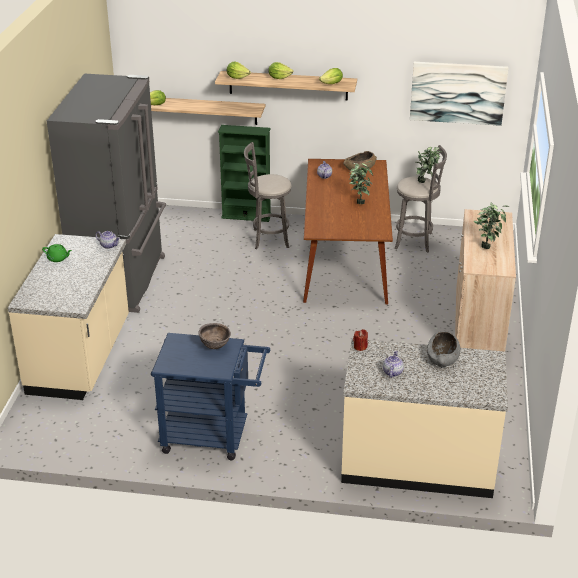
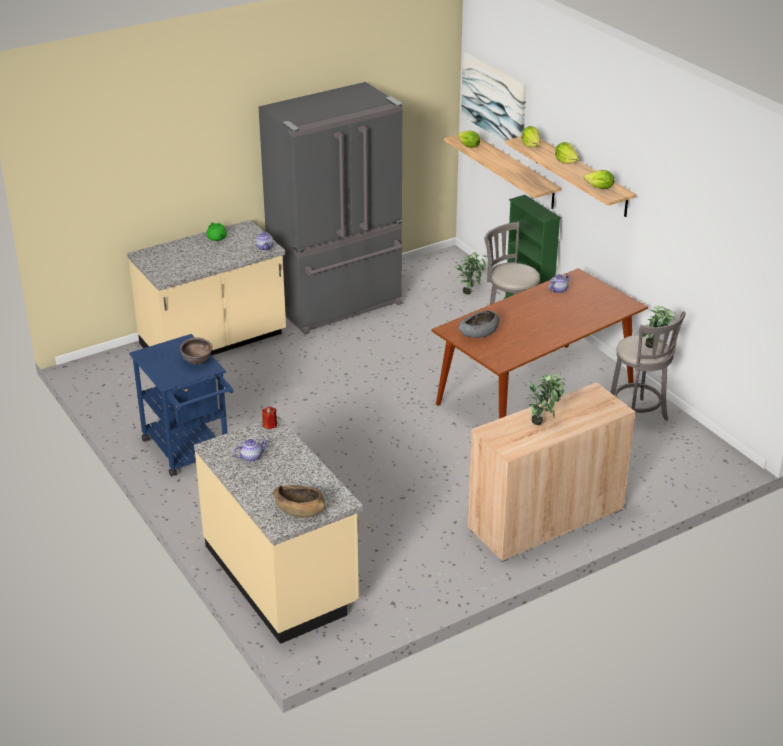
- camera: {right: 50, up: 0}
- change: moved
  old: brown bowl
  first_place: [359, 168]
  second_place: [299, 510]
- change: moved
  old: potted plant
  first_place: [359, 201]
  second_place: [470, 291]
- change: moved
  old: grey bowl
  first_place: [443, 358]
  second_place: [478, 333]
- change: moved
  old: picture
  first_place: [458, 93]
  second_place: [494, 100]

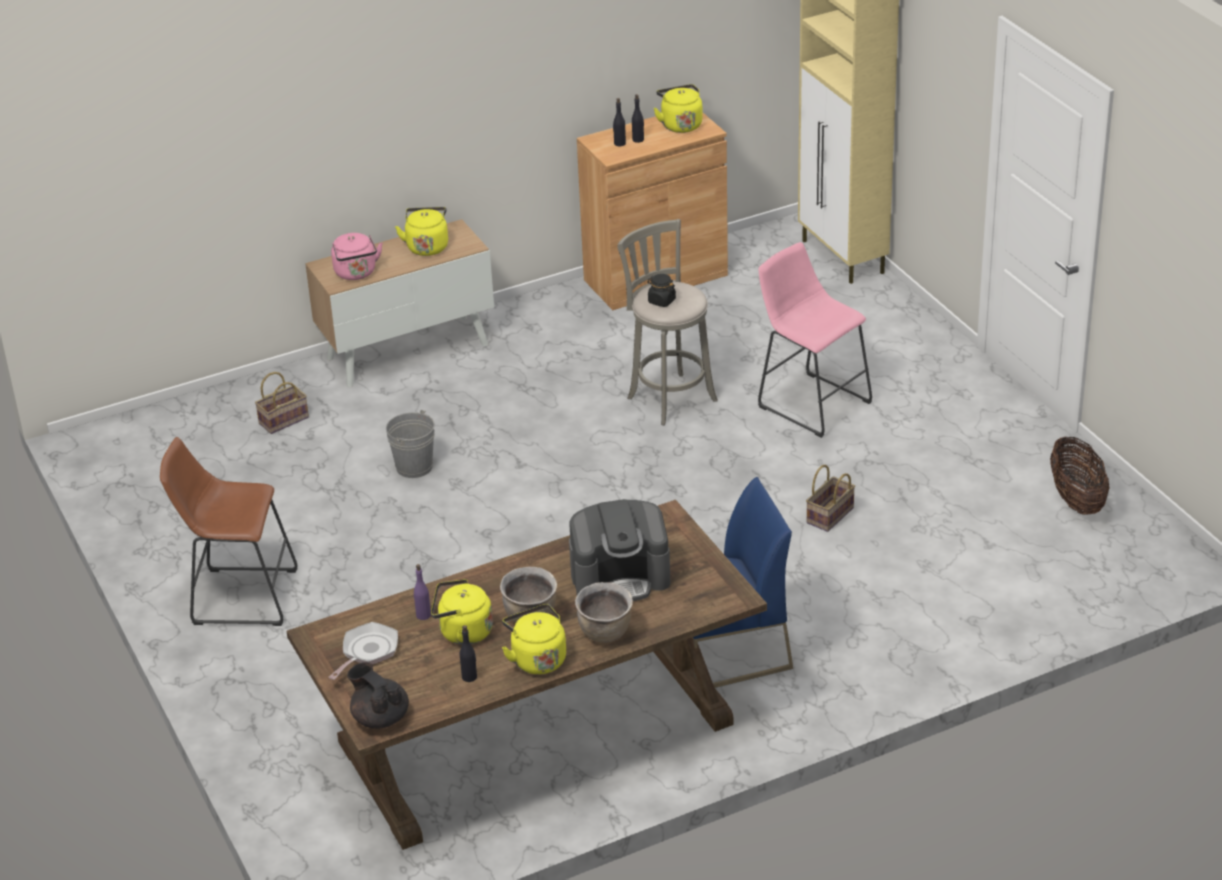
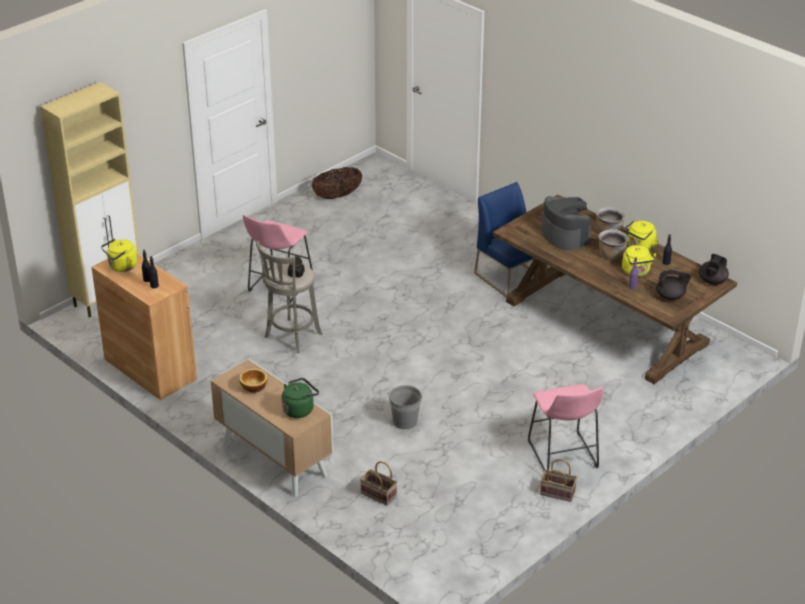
- camera: {right: -110, up: 0}
- change: replaced
  old: yellow kettle
  new: bowl
  first_place: [427, 246]
  second_place: [253, 386]
- change: recoloured
  old: pink kettle
  new: green kettle
  first_place: [356, 273]
  second_place: [299, 409]
- change: recoloured
  old: brown stool
  new: pink stool
  first_place: [238, 596]
  second_place: [563, 457]
- change: moved
  old: basket
  first_place: [830, 516]
  second_place: [558, 492]
- change: replaced
  old: frying pan
  new: black teapot
  first_place: [367, 652]
  second_place: [671, 296]

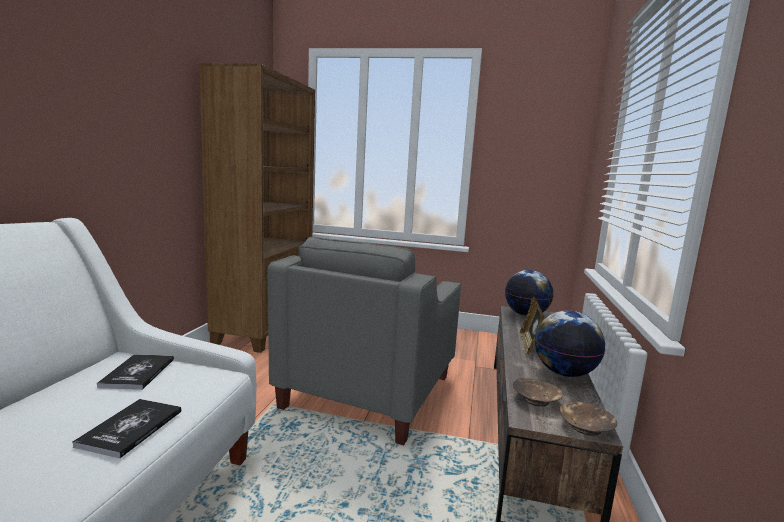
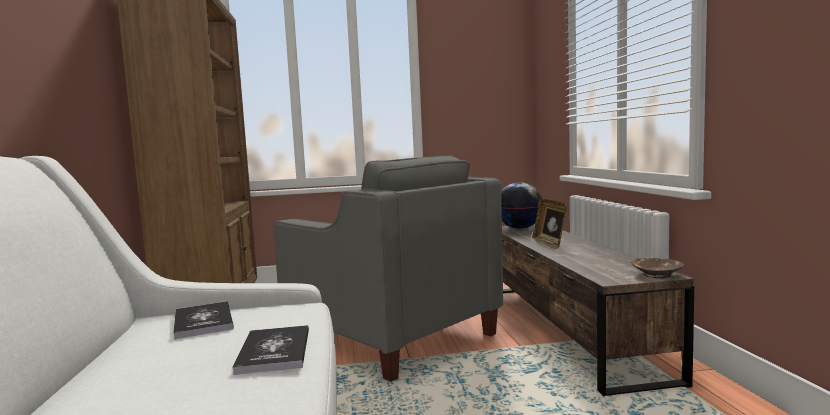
- camera: {right: -20, up: -5}
- change: turned
  old: grey armchair
  first_place: [369, 391]
  second_place: [391, 336]
  degrees: -45
- change: removed
  old: brown bowl
  first_place: [536, 400]
- change: removed
  old: globe
  first_place: [564, 373]

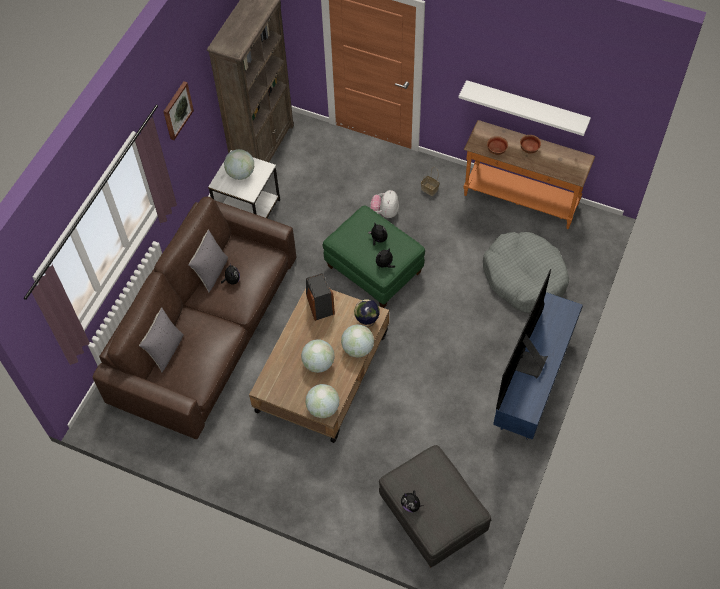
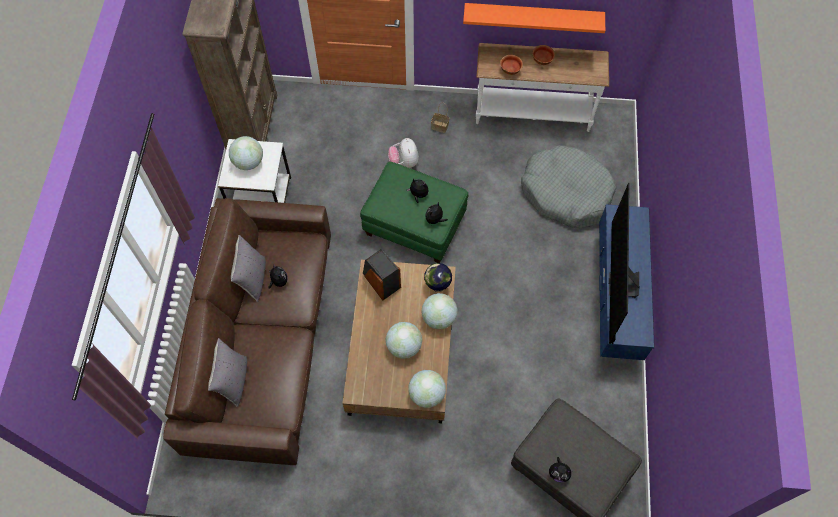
- camera: {right: -20, up: 5}
- change: recoloured
  old: white shelf
  new: orange shelf
  first_place: [526, 106]
  second_place: [533, 16]
- change: recoloured
  old: orange console table
  new: white console table
  first_place: [520, 201]
  second_place: [532, 115]
- change: removed
  old: picture
  first_place: [177, 110]

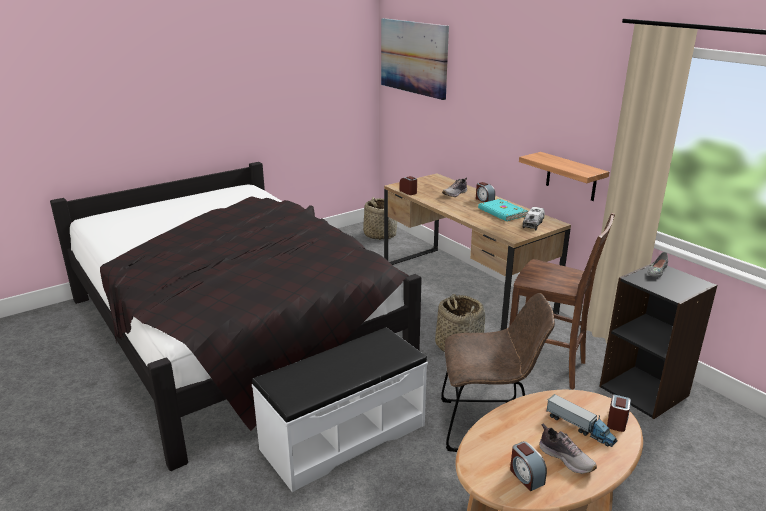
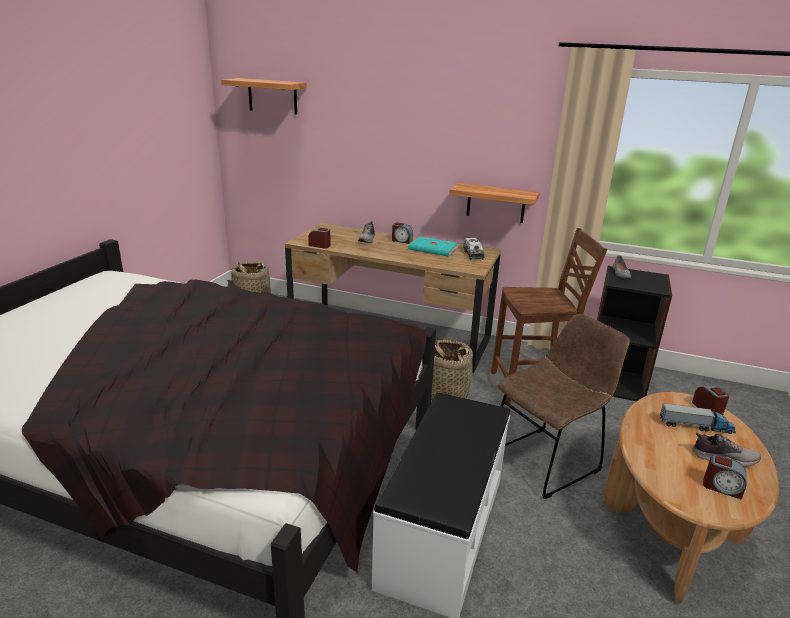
- camera: {right: -35, up: 0}
- change: replaced
  old: picture
  new: shelf
  first_place: [414, 57]
  second_place: [272, 96]

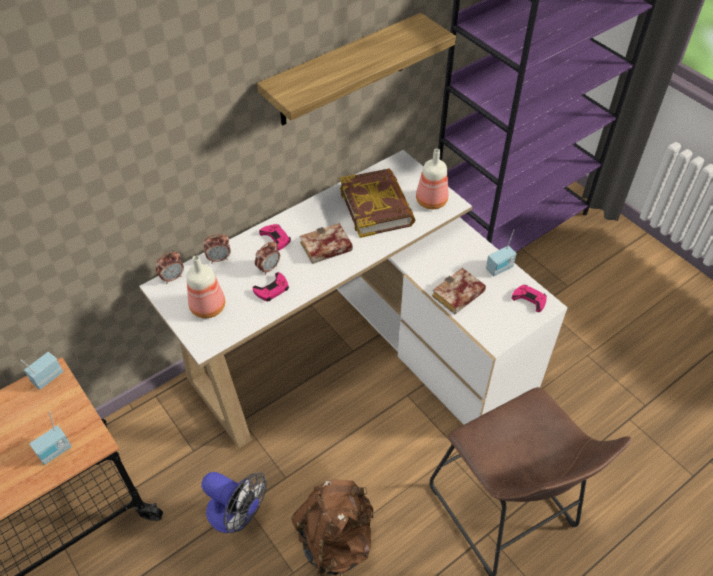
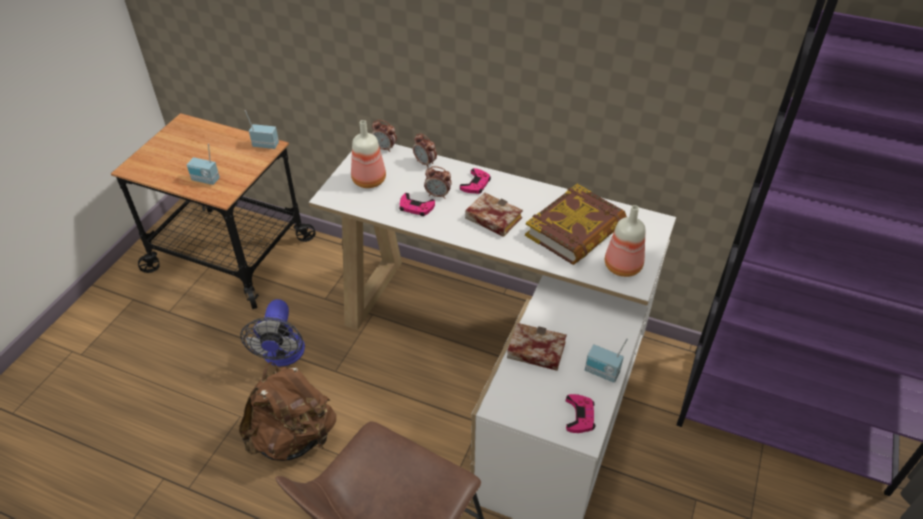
- camera: {right: 60, up: -5}
- change: removed
  old: shelf
  first_place: [343, 71]

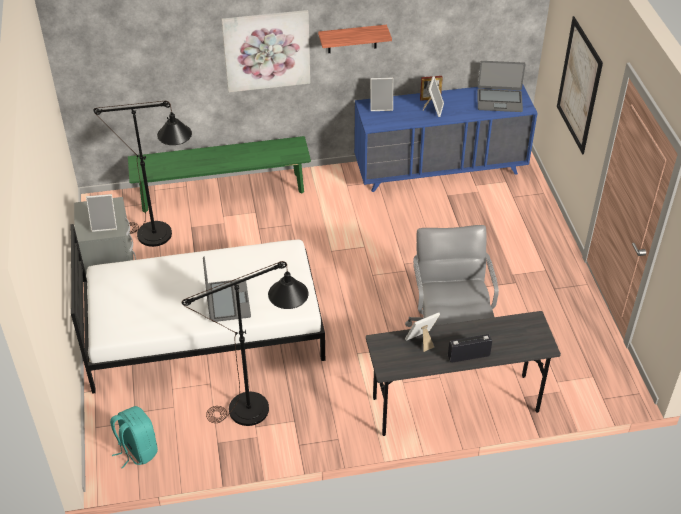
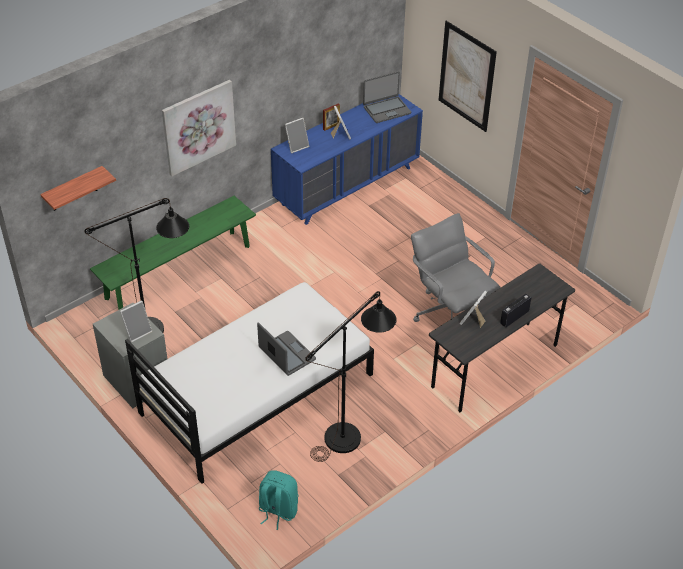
- camera: {right: -30, up: 0}
- change: moved
  old: shelf
  first_place: [352, 39]
  second_place: [73, 189]

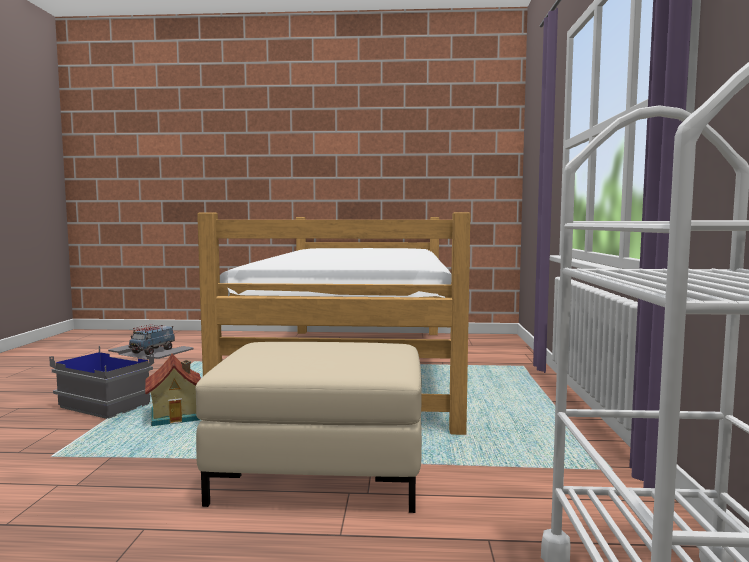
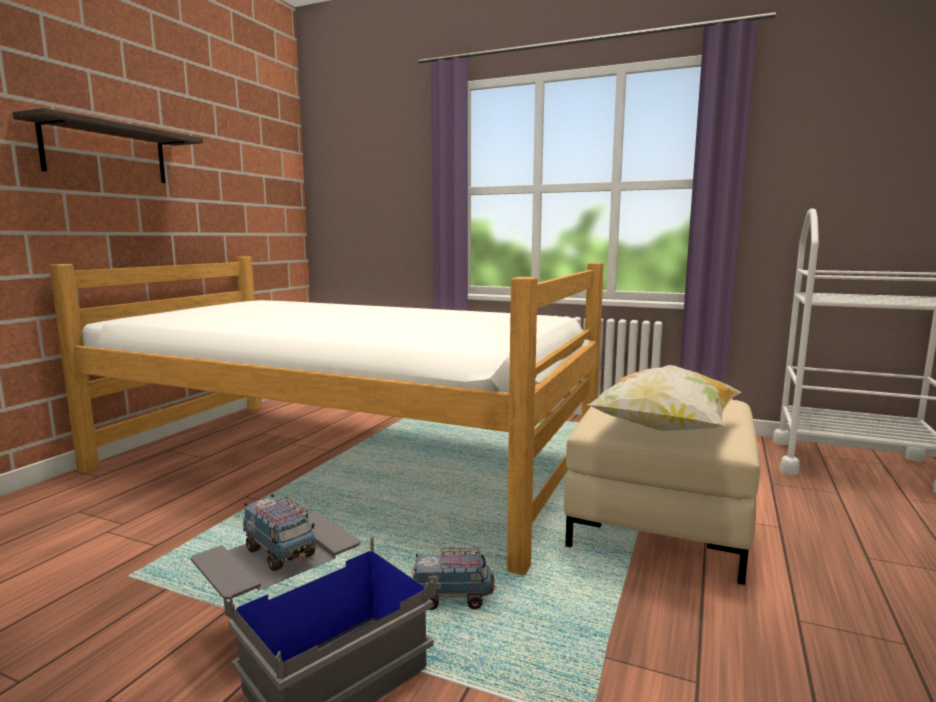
- camera: {right: -70, up: 5}
- change: added
  new: shelf
  second_place: [106, 153]
- change: replaced
  old: toy house
  new: toy truck
  first_place: [176, 416]
  second_place: [452, 598]
- change: added
  new: pillow
  second_place: [664, 429]

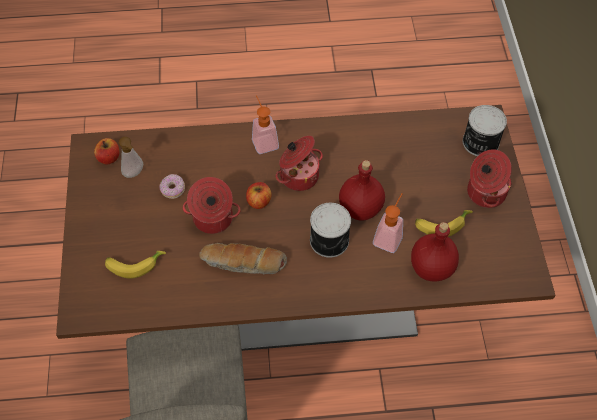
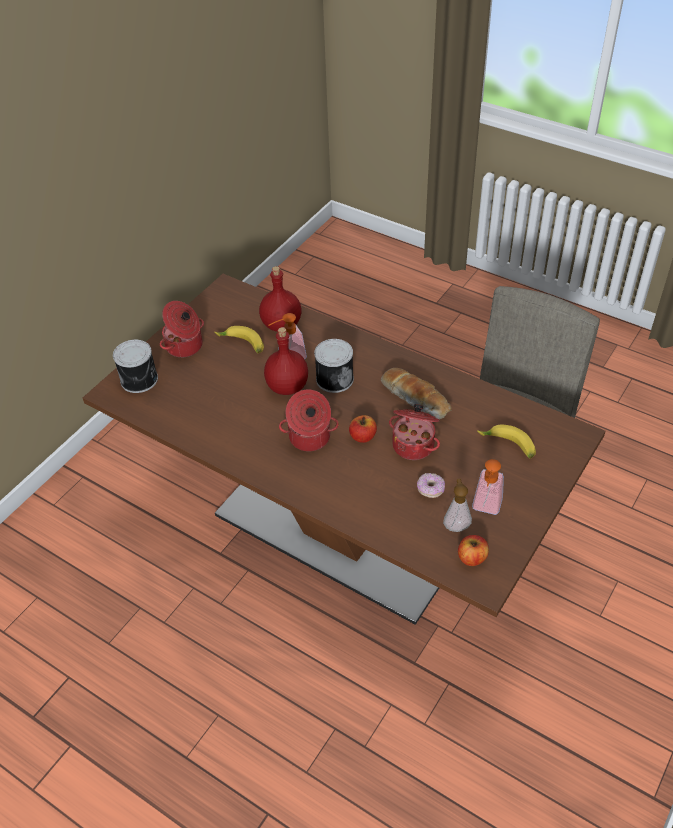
- camera: {right: -140, up: -10}
- change: moved
  old: soap dispenser
  first_place: [263, 140]
  second_place: [486, 508]

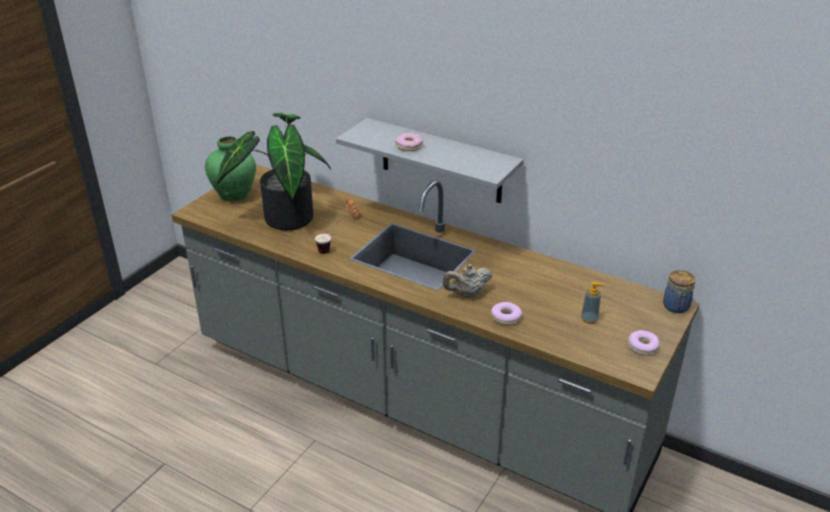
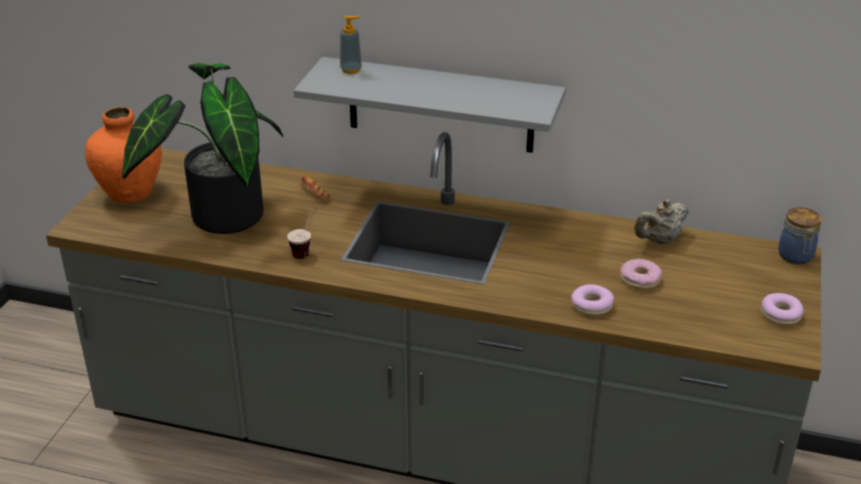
- camera: {right: -15, up: 0}
- change: recoloured
  old: green vase
  new: orange vase
  first_place: [234, 195]
  second_place: [131, 194]
- change: moved
  old: soap dispenser
  first_place: [589, 319]
  second_place: [351, 70]
- change: moved
  old: donut
  first_place: [408, 146]
  second_place: [640, 279]
- change: moved
  old: beige teapot
  first_place: [467, 294]
  second_place: [659, 240]

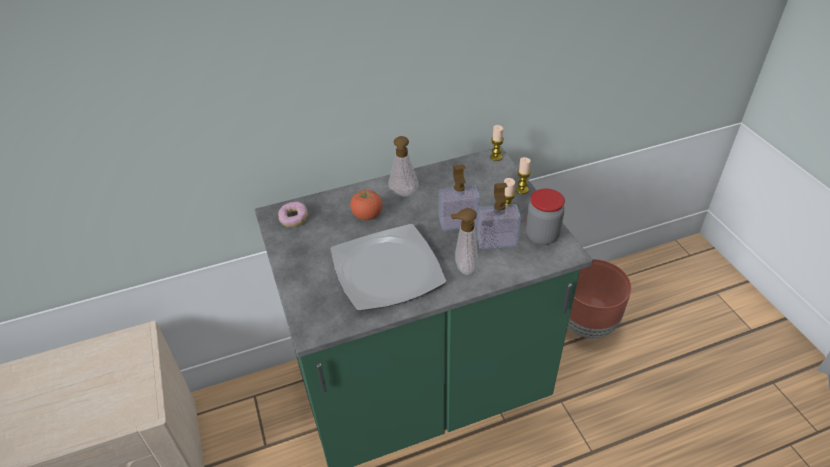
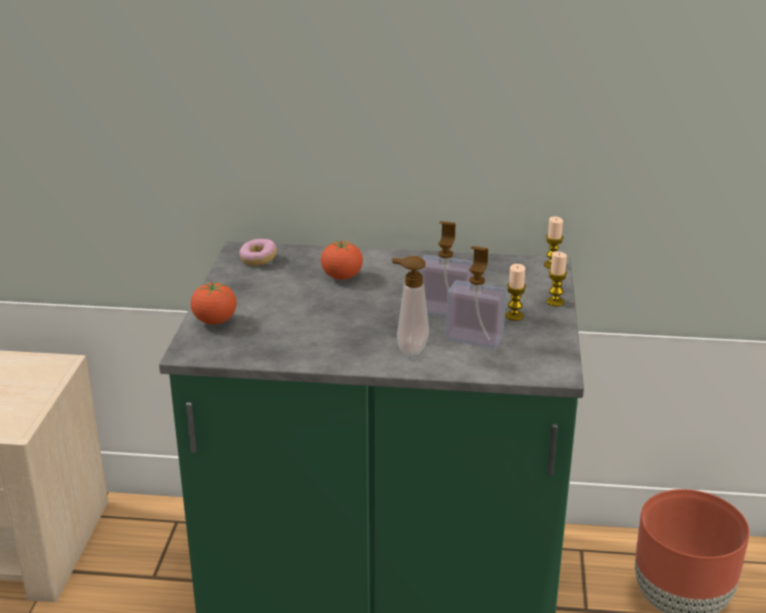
- camera: {right: 25, up: -15}
- change: added
  new: tomato
  second_place: [215, 321]
- change: removed
  old: plate
  first_place: [386, 271]
- change: removed
  old: soap dispenser
  first_place: [403, 195]
- change: removed
  old: jar
  first_place: [542, 236]

